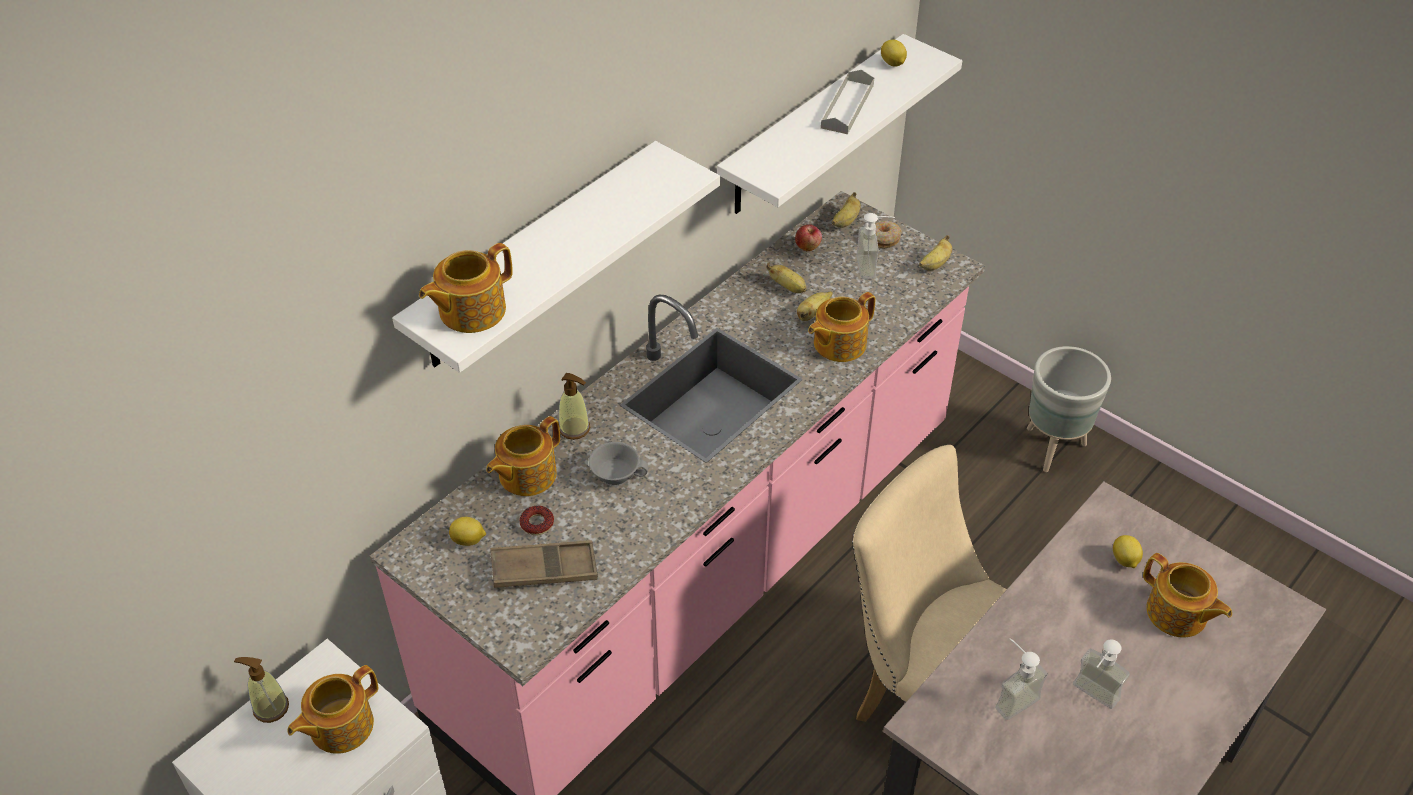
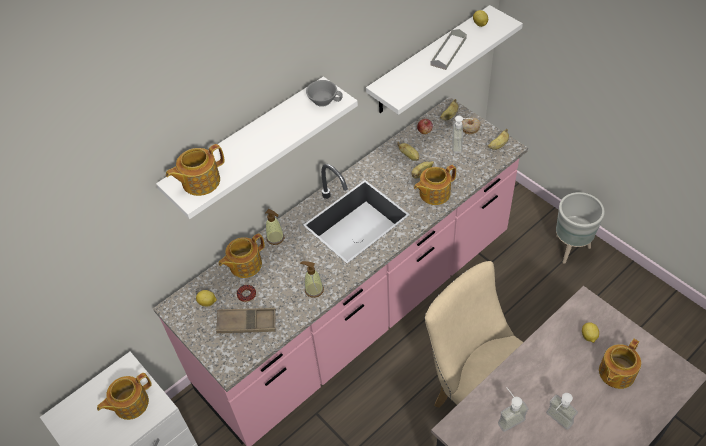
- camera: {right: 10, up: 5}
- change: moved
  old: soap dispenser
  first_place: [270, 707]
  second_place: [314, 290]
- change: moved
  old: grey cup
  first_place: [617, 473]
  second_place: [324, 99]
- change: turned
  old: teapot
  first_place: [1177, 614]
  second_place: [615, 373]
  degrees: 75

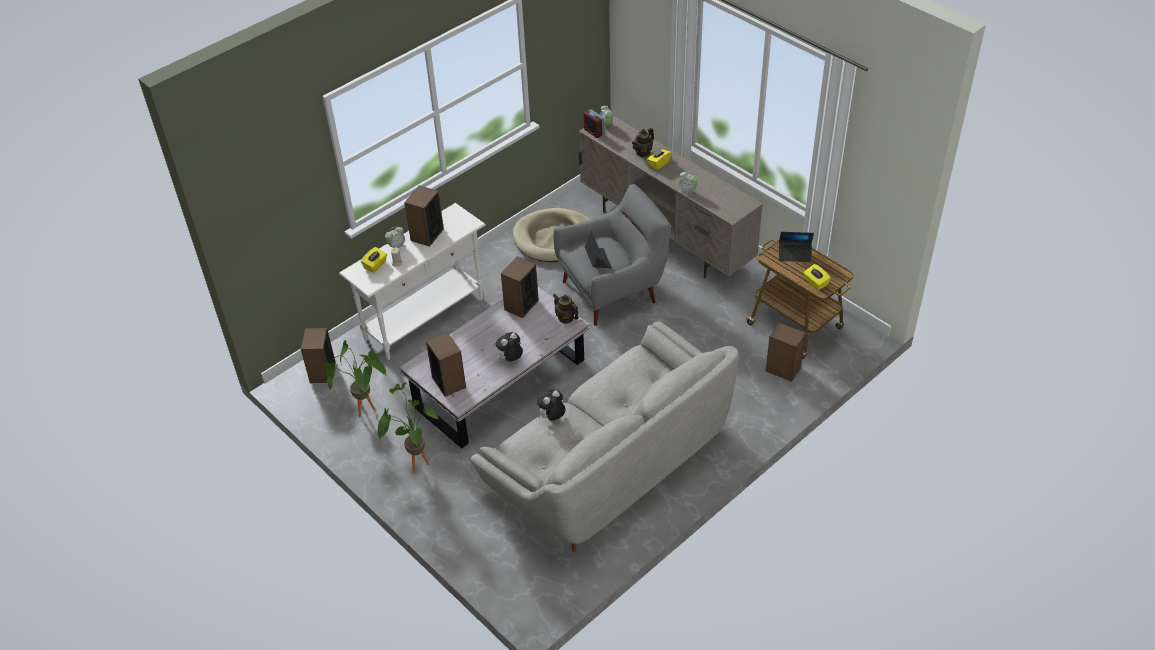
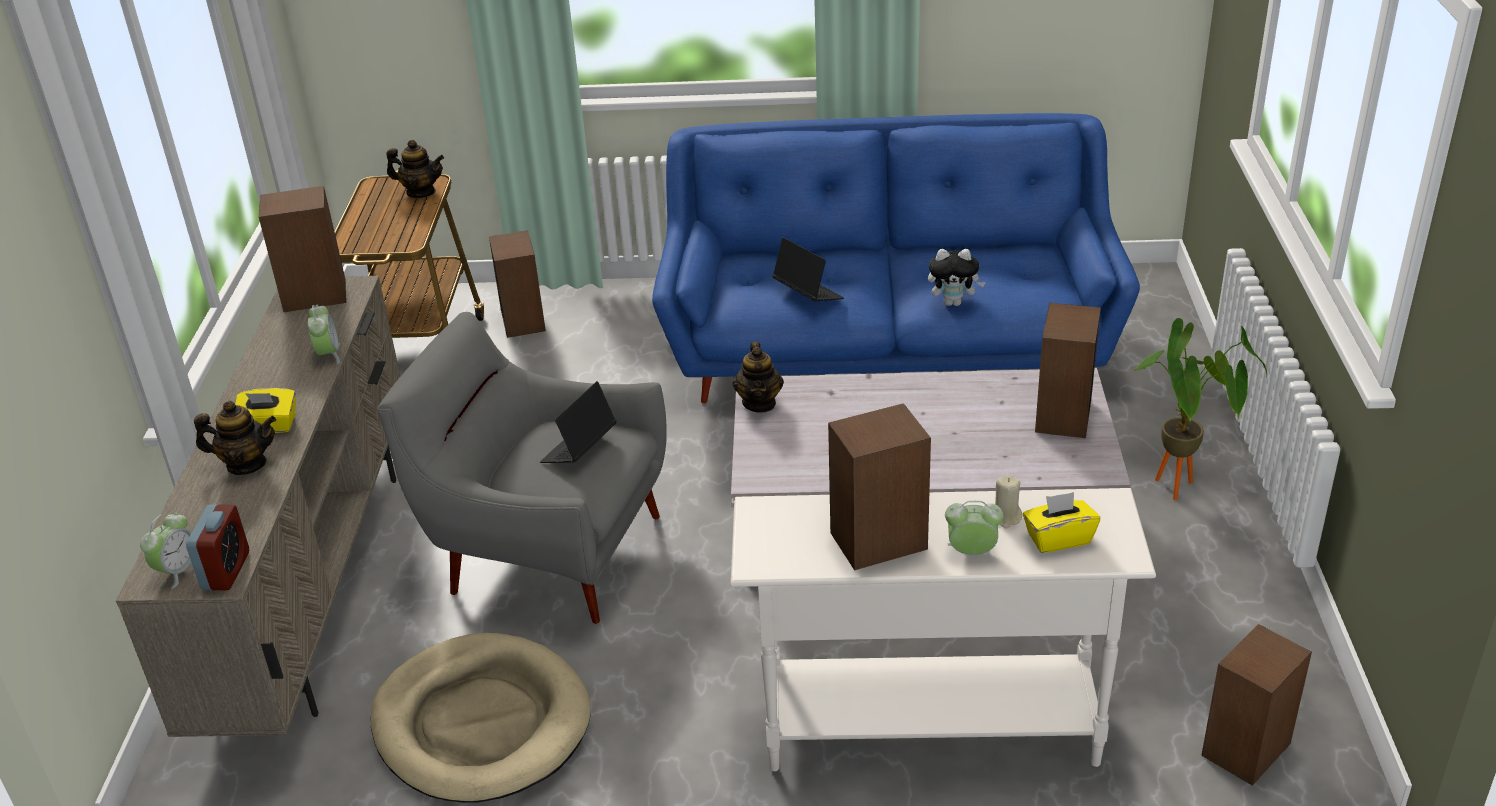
- camera: {right: -135, up: -10}
- change: moved
  old: speaker
  first_place: [521, 305]
  second_place: [315, 295]
- change: replaced
  old: yellow tissue box
  new: teapot
  first_place: [815, 283]
  second_place: [421, 192]
- change: recoloured
  old: grey sofa
  new: blue sofa
  first_place: [609, 463]
  second_place: [888, 349]
- change: moved
  old: laptop
  first_place: [795, 254]
  second_place: [808, 294]
- change: removed
  old: potted plant
  first_place: [366, 413]
- change: removed
  old: plush toy
  first_place: [510, 360]

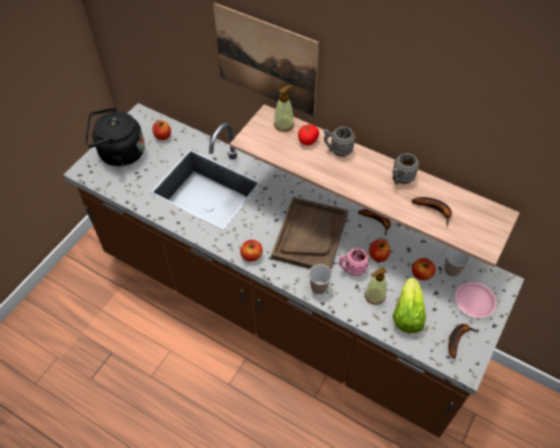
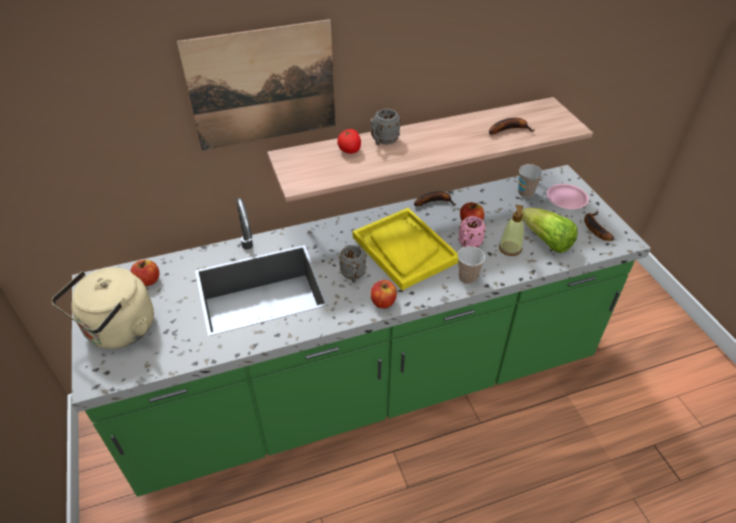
- camera: {right: -50, up: -10}
- change: recoloured
  old: black kettle
  new: beige kettle
  first_place: [119, 154]
  second_place: [118, 331]
- change: recoloured
  old: brown counter
  new: green counter
  first_place: [280, 308]
  second_place: [368, 386]
- change: moved
  old: grey mug
  first_place: [400, 179]
  second_place: [353, 276]
- change: recoloured
  old: brown tray
  new: yellow tray
  first_place: [310, 235]
  second_place: [404, 249]
- change: removed
  old: soap dispenser
  first_place: [284, 125]
- change: removed
  old: apple
  first_place: [421, 274]

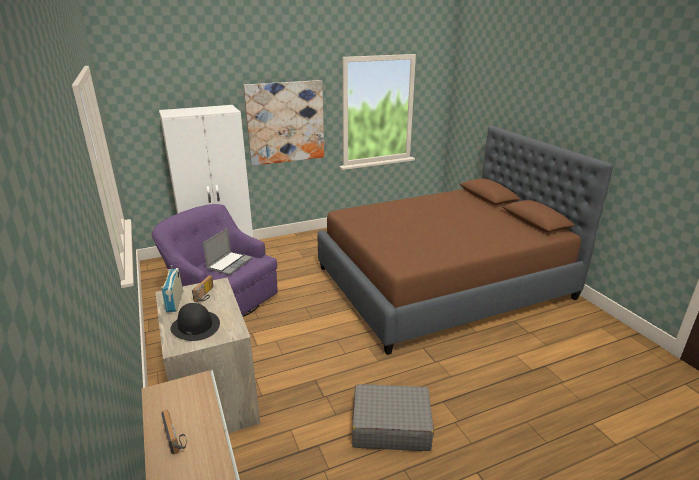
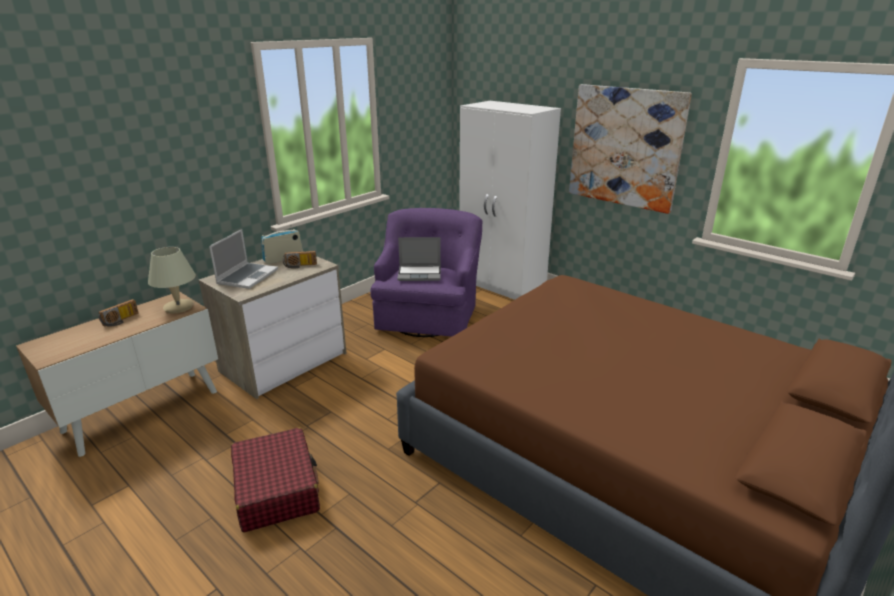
- camera: {right: 65, up: 0}
- change: added
  new: beige table lamp
  second_place: [178, 307]
- change: replaced
  old: black hat
  new: laptop
  first_place: [195, 326]
  second_place: [247, 276]
- change: recoloured
  old: grey suitcase
  new: red suitcase
  first_place: [390, 426]
  second_place: [276, 489]

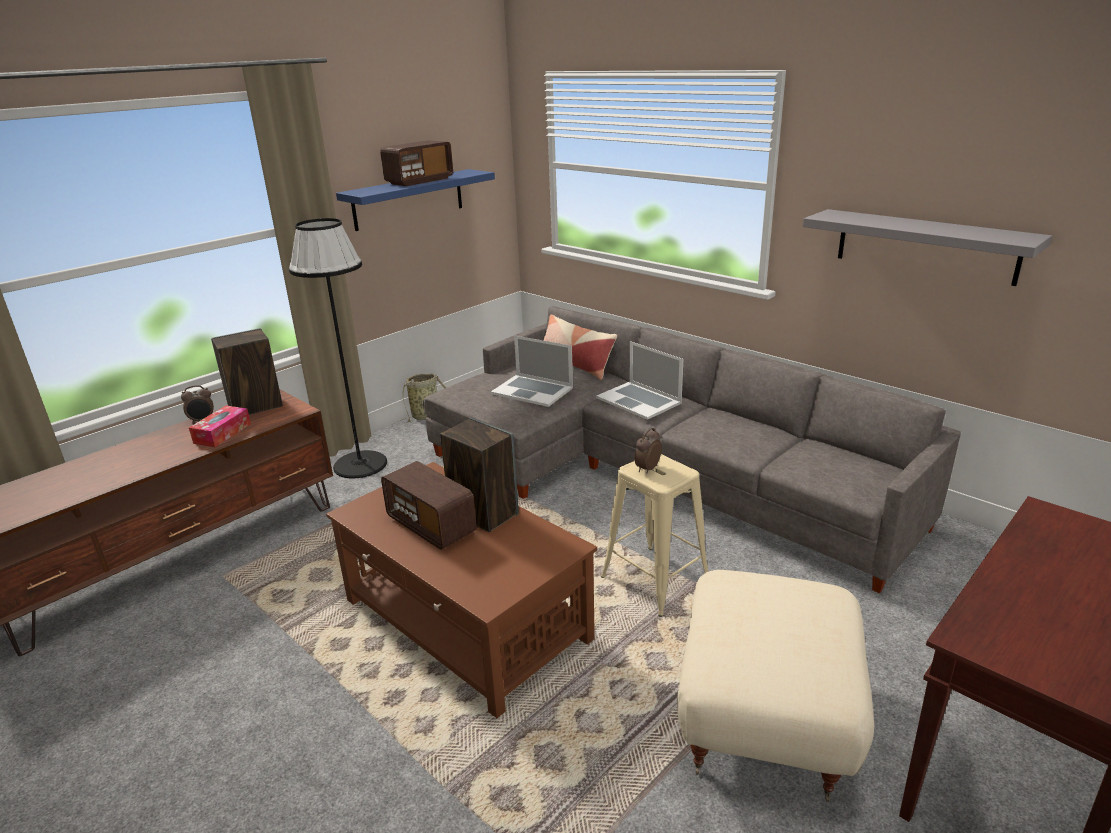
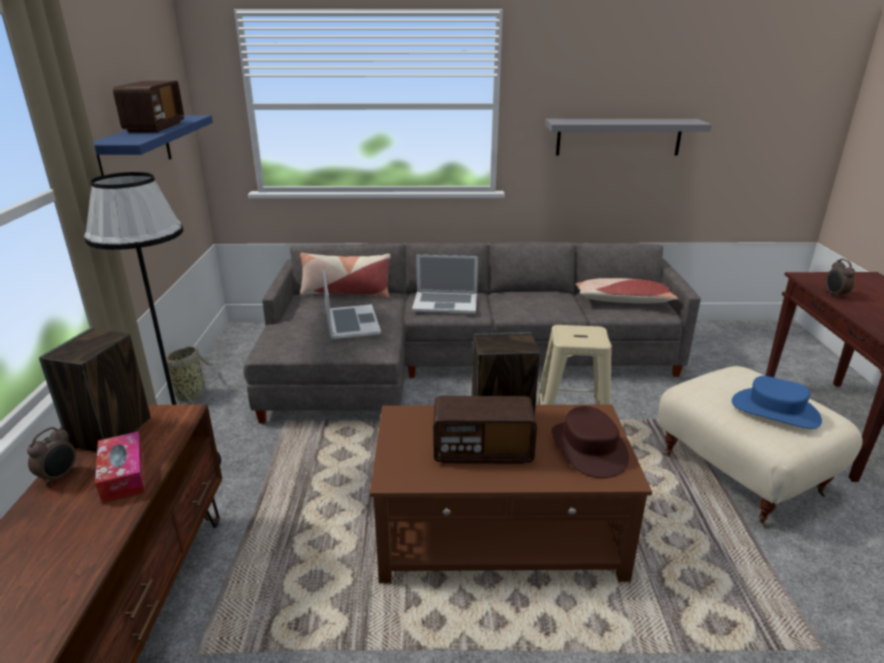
- camera: {right: -45, up: 0}
- change: turned
  old: laptop
  first_place: [532, 390]
  second_place: [351, 322]
  degrees: -90
- change: added
  new: brown hat
  second_place: [588, 448]
- change: added
  new: pillow
  second_place: [623, 301]
- change: added
  new: blue hat
  second_place: [775, 411]
- change: moved
  old: alarm clock
  first_place: [647, 469]
  second_place: [834, 295]

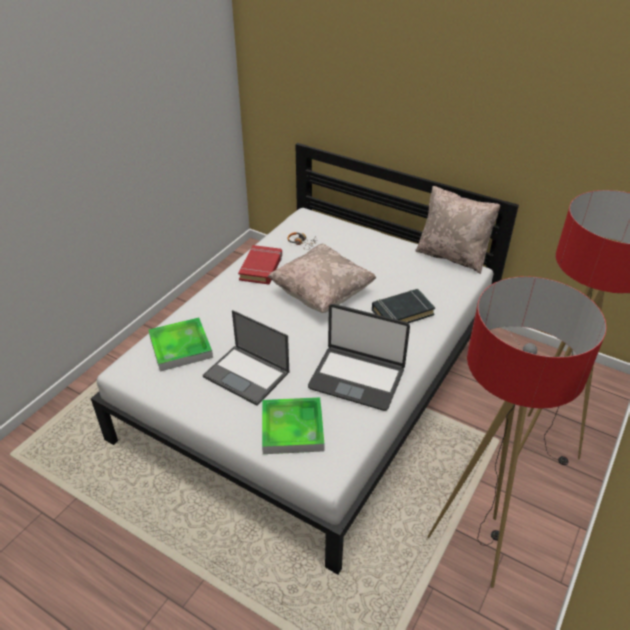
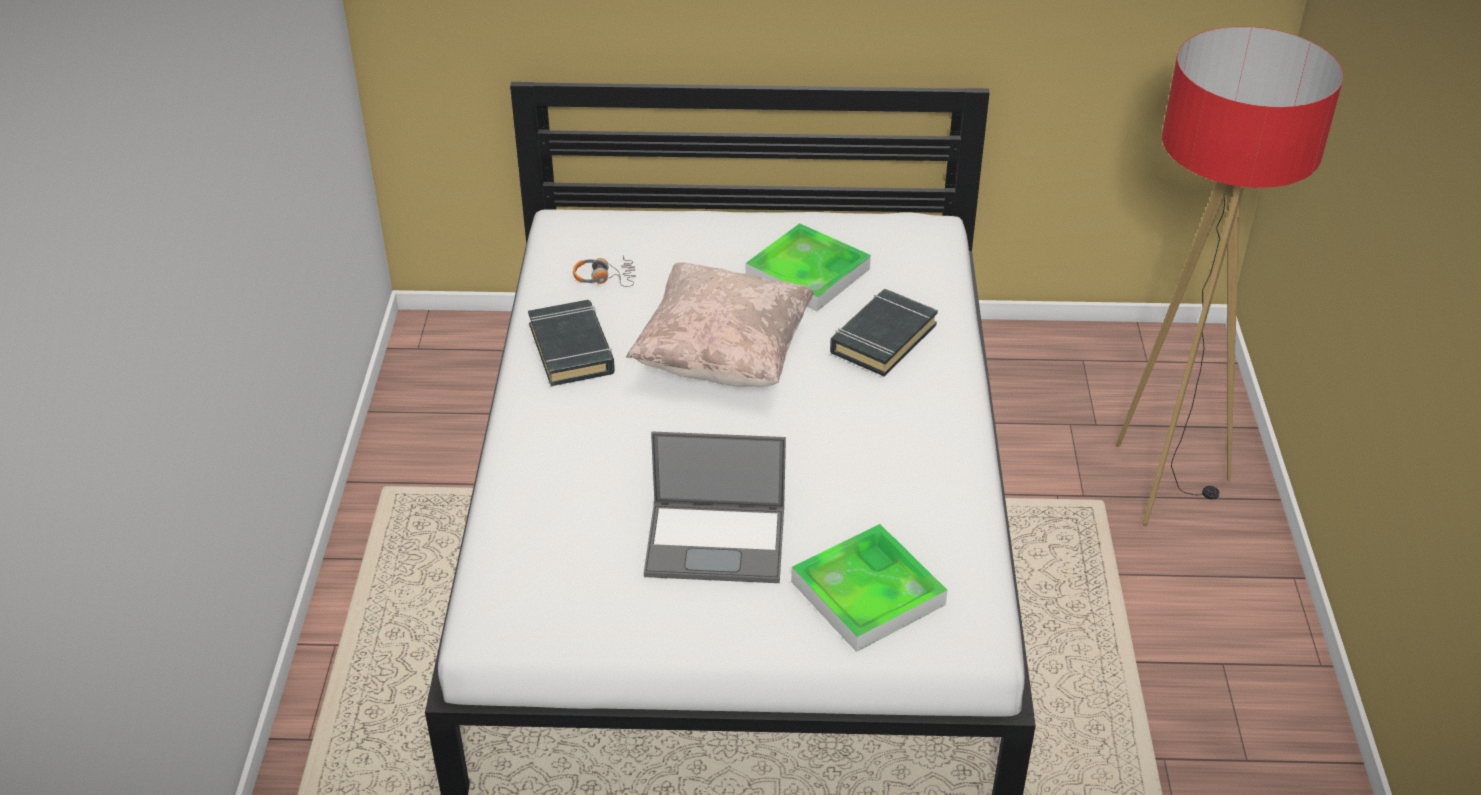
- camera: {right: -30, up: 0}
- change: recoloured
  old: red book
  new: black book
  first_place: [261, 268]
  second_place: [572, 349]
- change: moved
  old: tray
  first_place: [181, 347]
  second_place: [807, 273]
- change: removed
  old: laptop
  first_place: [357, 378]
- change: removed
  old: beige pillow
  first_place: [452, 256]
- change: removed
  old: floor lamp
  first_place: [471, 546]

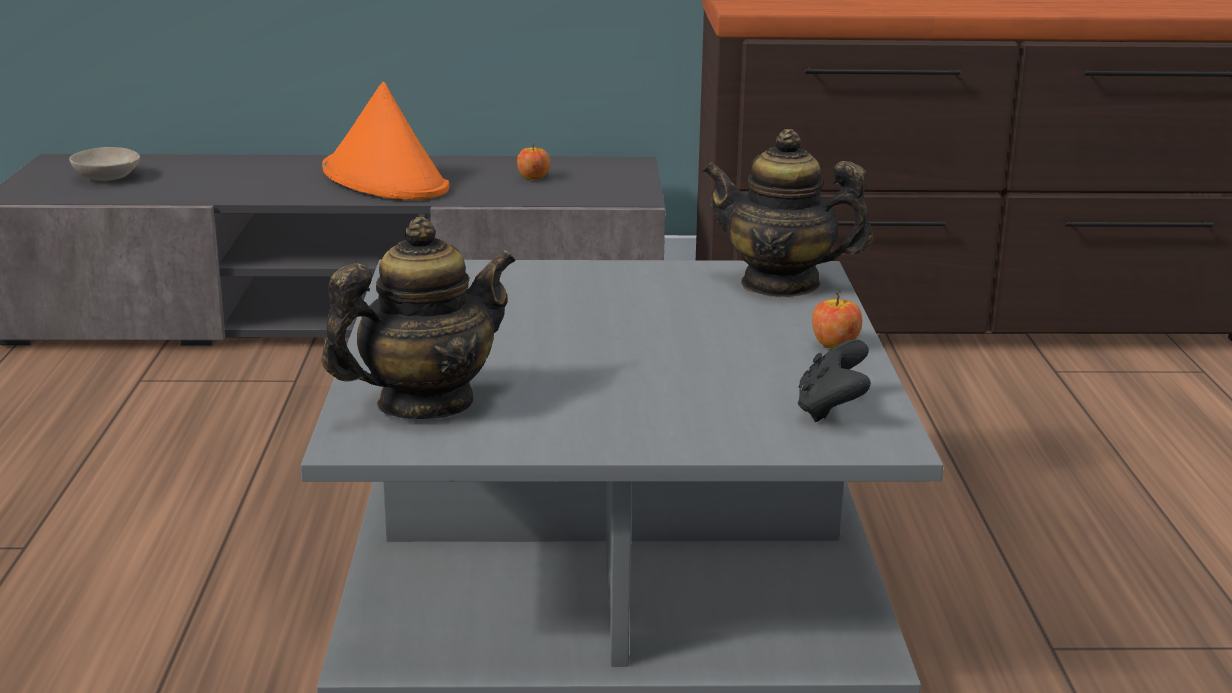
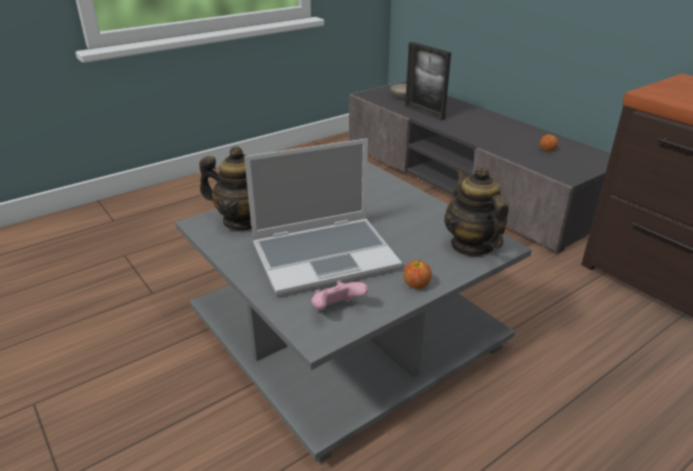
- camera: {right: 55, up: 10}
- change: added
  new: laptop
  second_place: [325, 256]
- change: recoloured
  old: black game controller
  new: pink game controller
  first_place: [831, 411]
  second_place: [336, 310]
- change: added
  new: picture frame
  second_place: [424, 112]
- change: removed
  old: orange hat
  first_place: [385, 179]

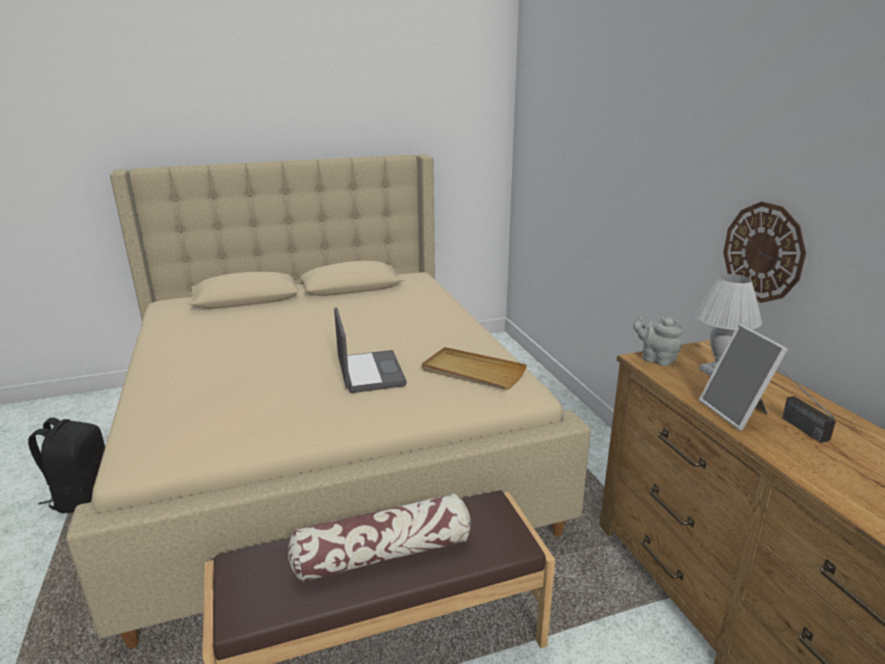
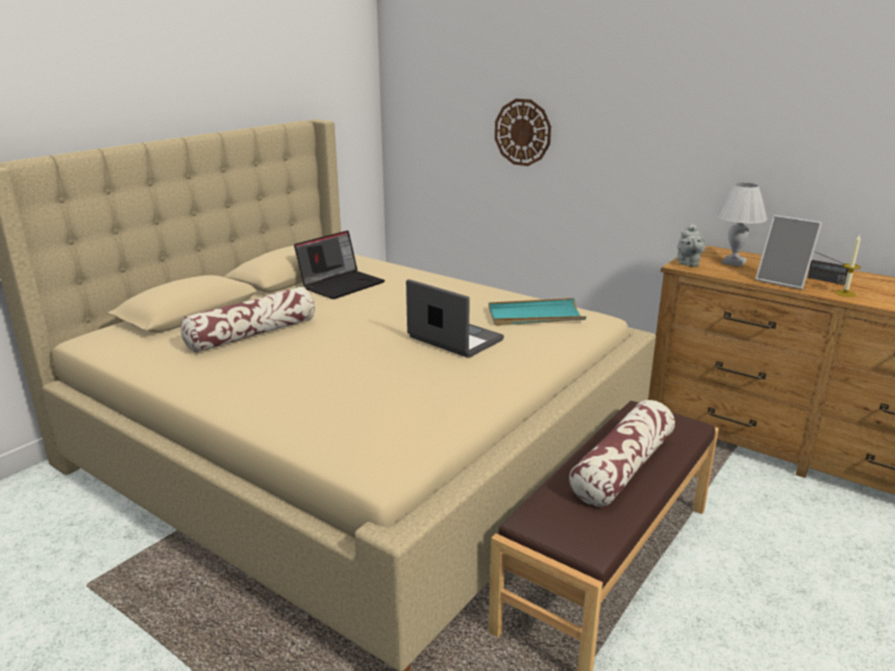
- camera: {right: -35, up: 0}
- change: added
  new: pillow
  second_place: [253, 334]
- change: added
  new: laptop
  second_place: [342, 284]
- change: recoloured
  old: beige tray
  new: turquoise tray
  first_place: [472, 372]
  second_place: [535, 316]
- change: moved
  old: wall clock
  first_place: [763, 252]
  second_place: [522, 132]
- change: turned
  old: grey teapot
  first_place: [656, 359]
  second_place: [688, 263]
  degrees: -90
- change: added
  new: candle
  second_place: [845, 293]
- change: removed
  old: black backpack
  first_place: [82, 496]

